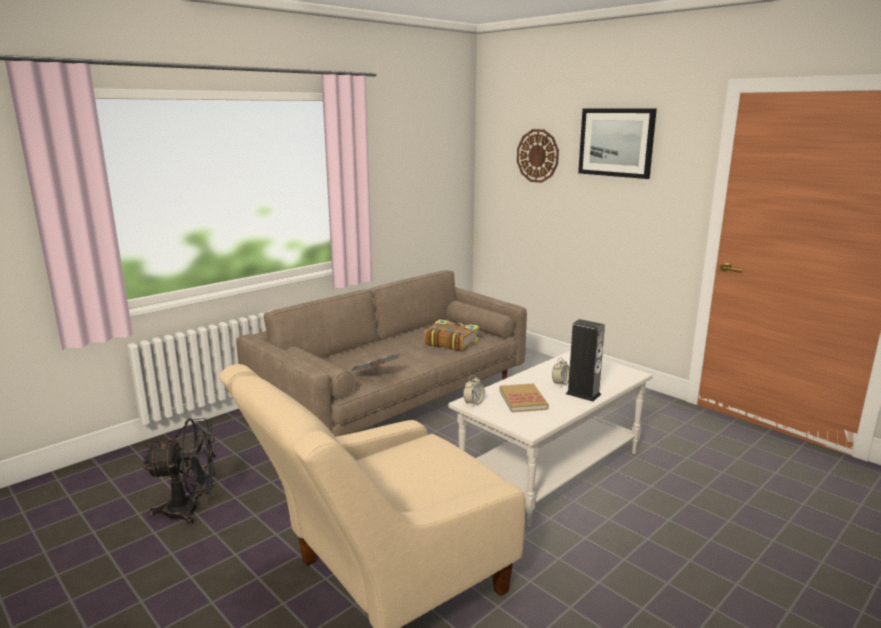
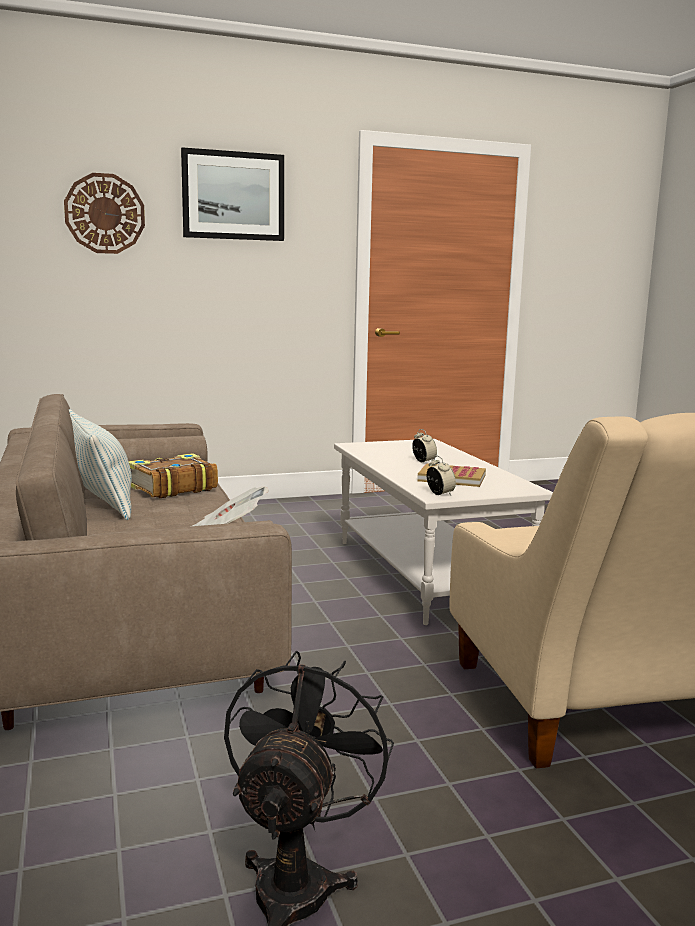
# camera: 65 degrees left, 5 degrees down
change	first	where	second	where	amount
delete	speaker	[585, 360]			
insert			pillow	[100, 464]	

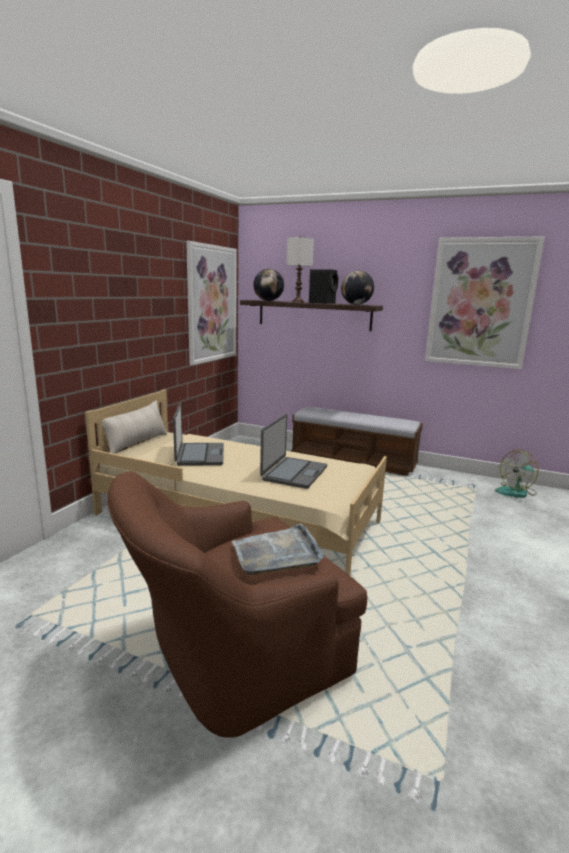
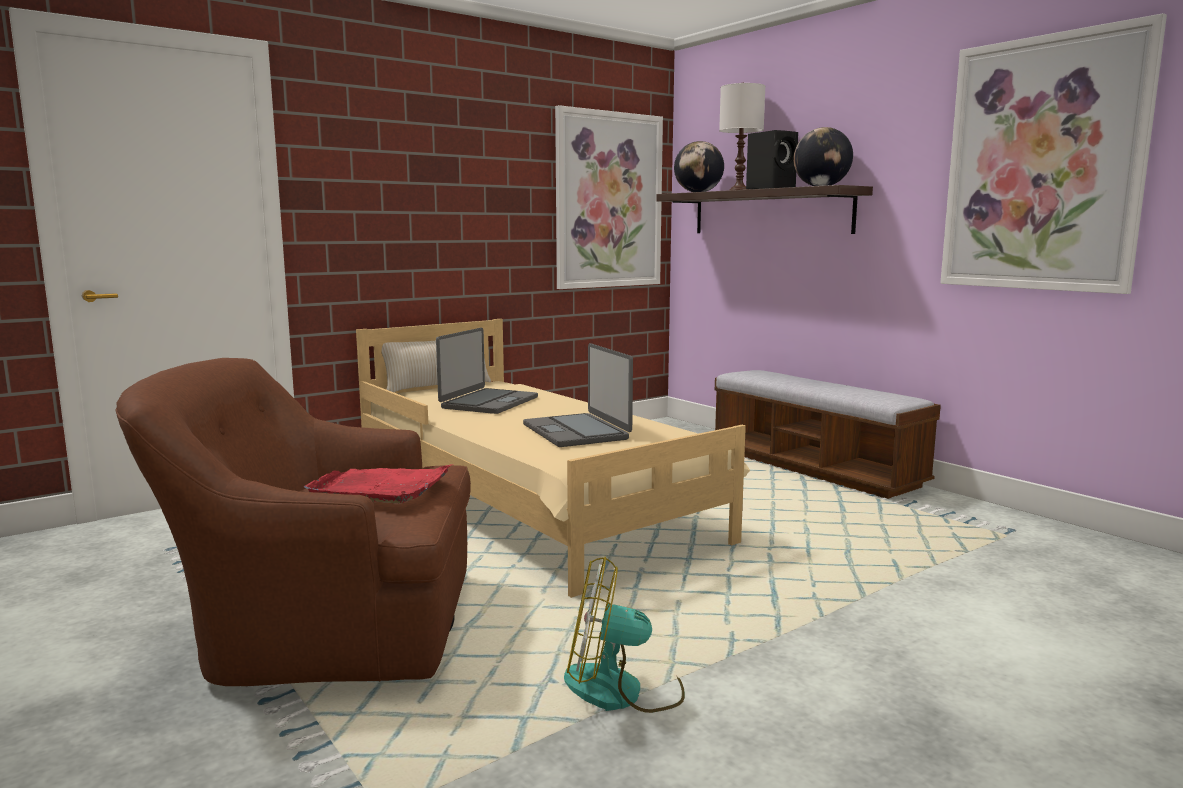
# camera: 30 degrees right, 5 degrees down
change	first	where	second	where	amount
rotate	laptop	[293, 451]		[578, 395]	105 degrees clockwise
move	fan	[517, 473]		[624, 635]	
recolor	tray/grey	[278, 549]	tray/red	[378, 483]	

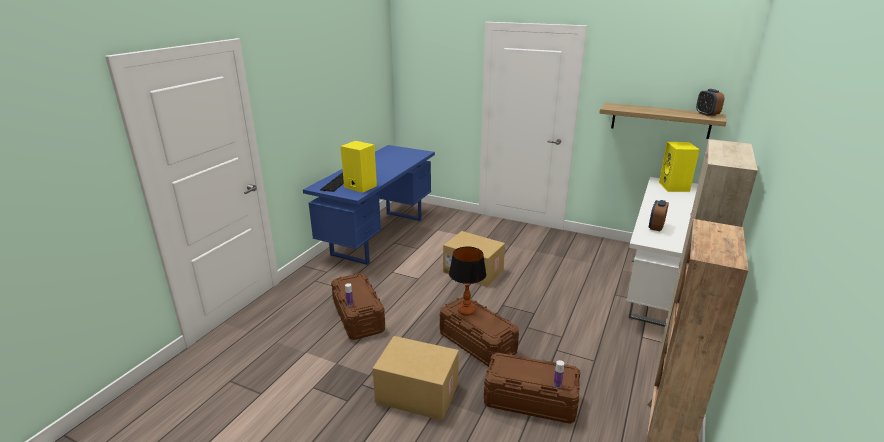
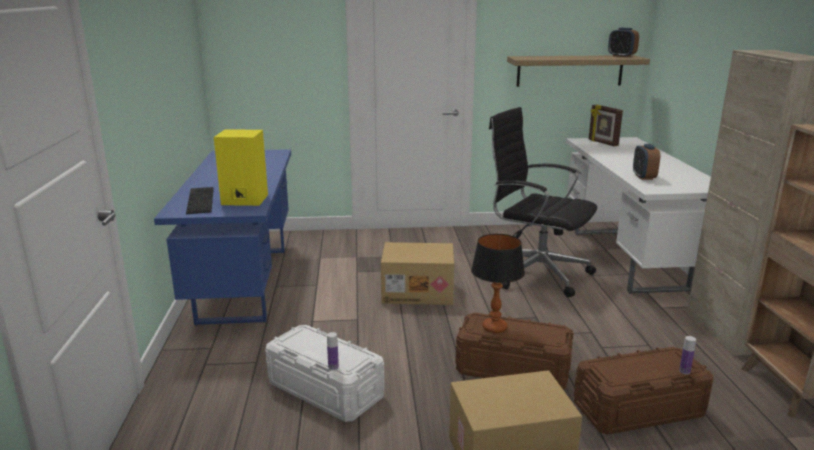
# camera: 30 degrees left, 5 degrees down
change	first	where	second	where	amount
replace	speaker/yellow	[679, 167]	picture frame	[606, 125]	
recolor	storage box/brown	[358, 306]	storage box/white	[325, 373]	
insert			office chair/black	[543, 202]	

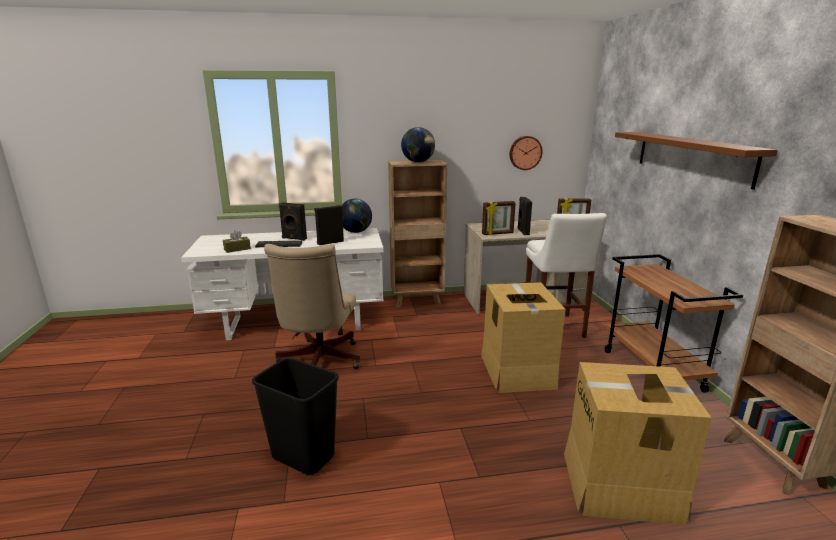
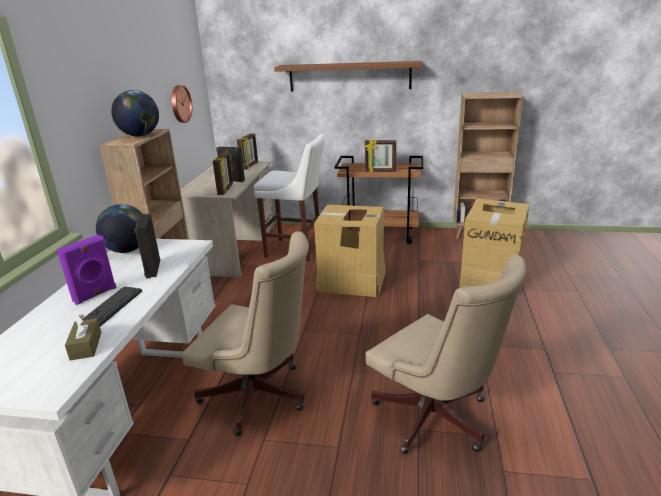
# camera: 70 degrees left, 5 degrees up
change	first	where	second	where	amount
recolor	speaker/black	[293, 221]	speaker/purple	[86, 270]	
replace	trash can/black	[295, 416]	office chair/beige	[446, 354]	
insert			picture frame	[380, 156]	

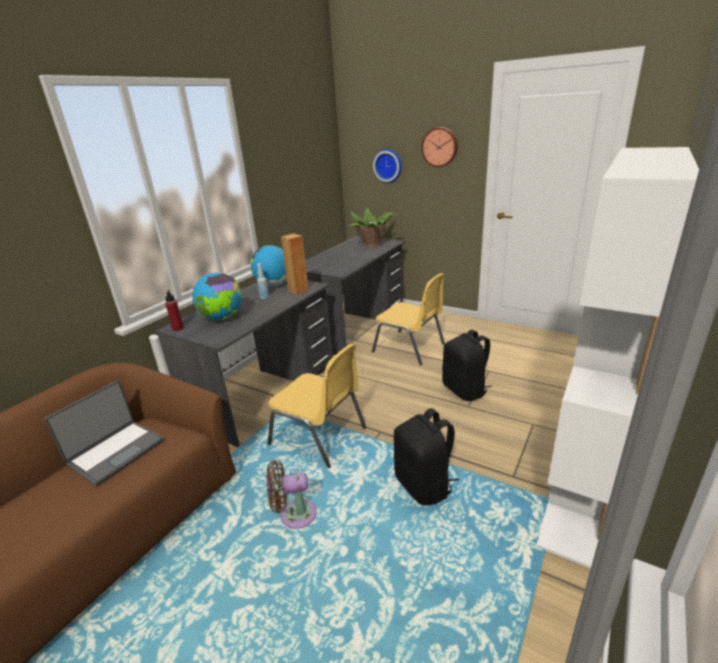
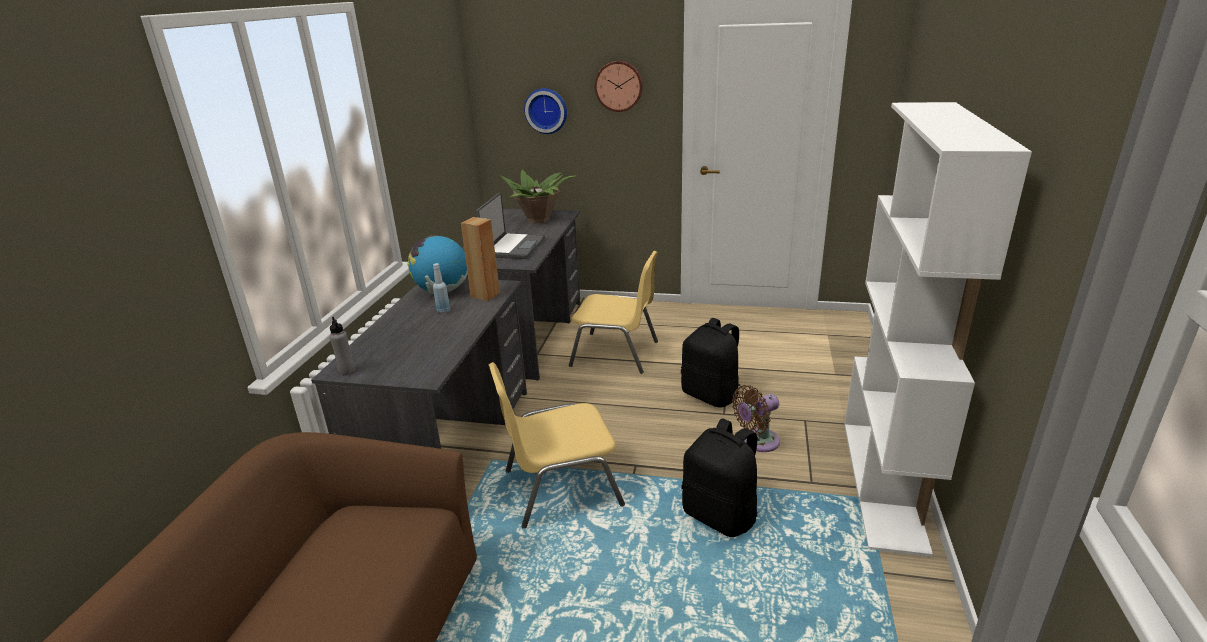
# camera: 20 degrees left, 0 degrees up
change	first	where	second	where	amount
delete	globe	[217, 296]			
recolor	bottle/red	[174, 310]	bottle/grey	[342, 346]	
rotate	chair/yellow	[317, 406]		[556, 445]	150 degrees clockwise
move	laptop	[104, 433]		[510, 226]	
move	fan/brown	[292, 494]		[756, 418]	

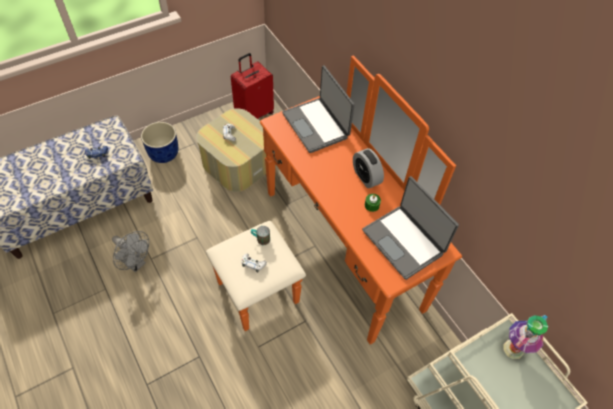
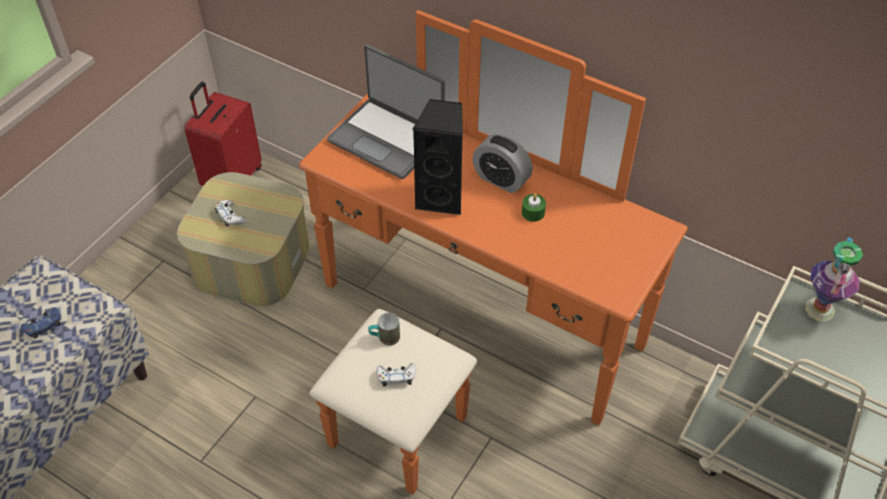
# camera: 25 degrees left, 5 degrees down
change	first	where	second	where	amount
delete	planter/blue	[159, 142]			
delete	laptop	[410, 228]			
delete	fan/grey	[130, 252]			
insert			speaker/black	[437, 157]	

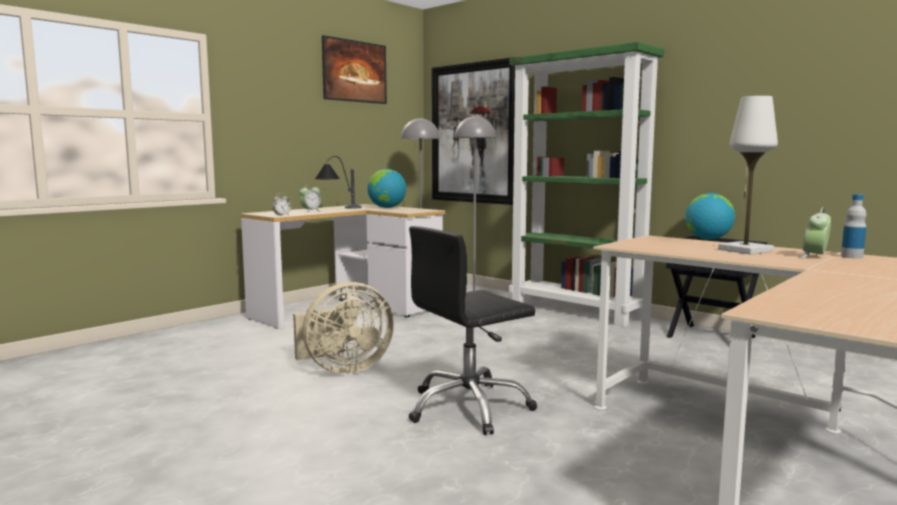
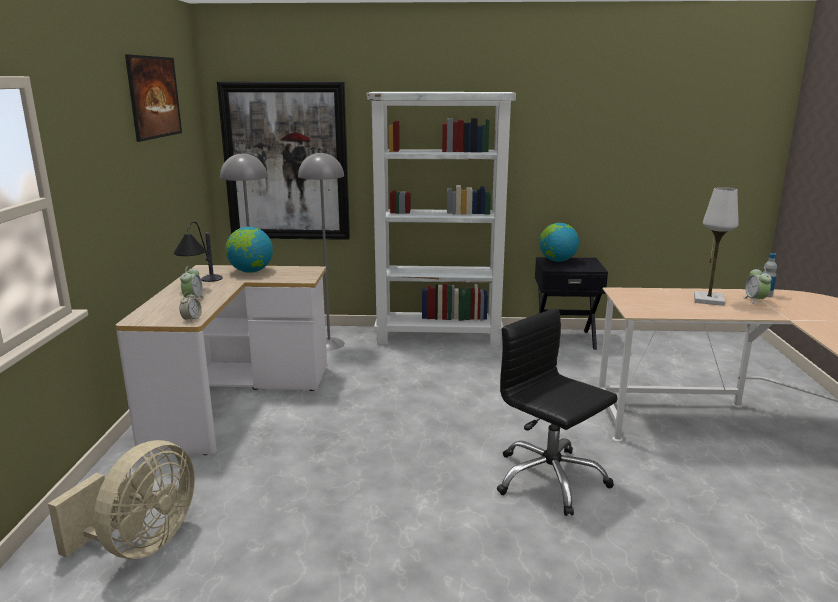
# camera: 40 degrees left, 10 degrees up
change	first	where	second	where	amount
recolor	bookcase/green	[586, 184]	bookcase/white	[441, 219]	
rotate	office chair/black	[473, 330]		[557, 412]	120 degrees clockwise
move	fan/beige	[343, 328]		[121, 499]	

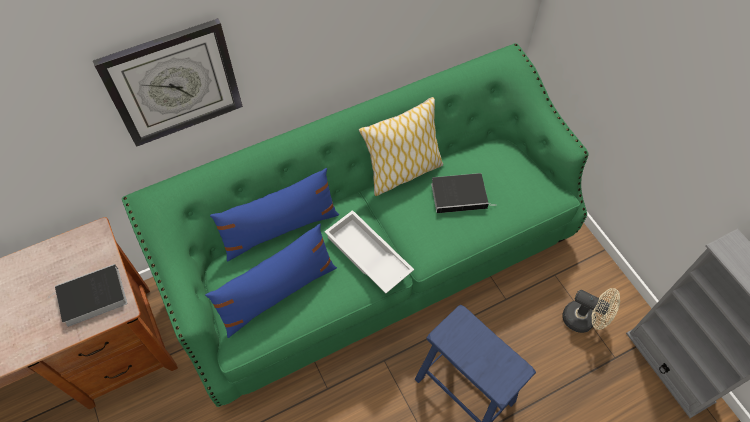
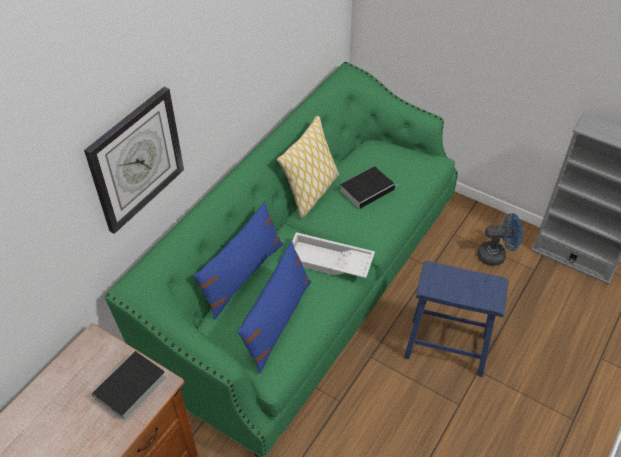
# camera: 30 degrees left, 10 degrees down
change	first	where	second	where	amount
recolor	fan/beige	[591, 310]	fan/blue	[500, 239]	

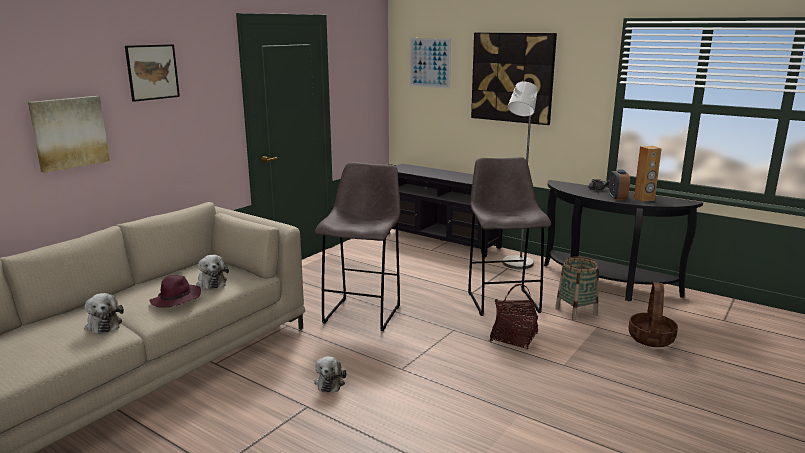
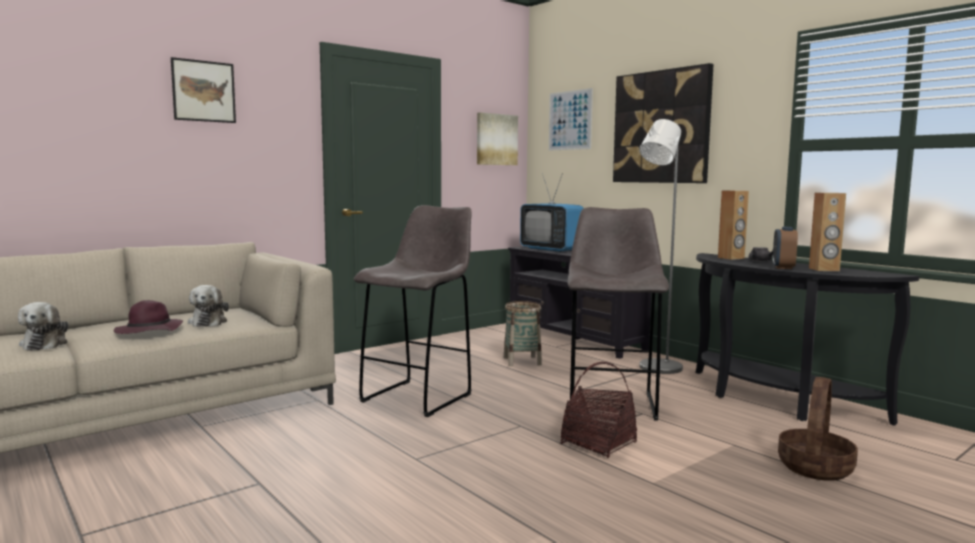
# camera: 15 degrees right, 10 degrees down
change	first	where	second	where	amount
move	picture	[69, 134]		[497, 138]	
move	basket	[577, 288]		[523, 333]	
delete	plush toy	[330, 374]			
insert			television	[552, 212]	
insert			speaker/brown	[733, 225]	

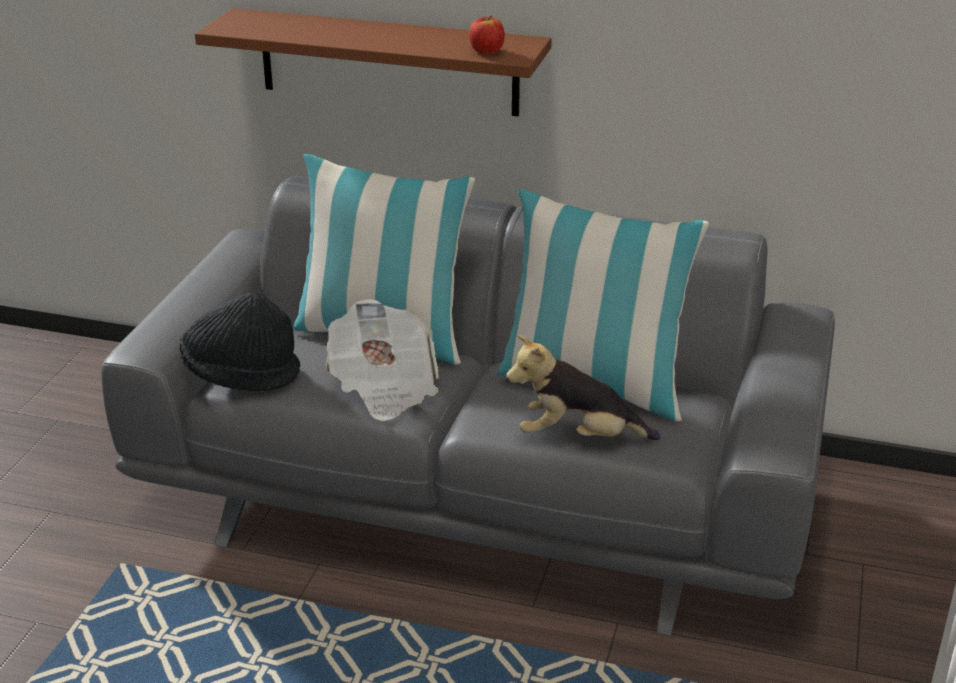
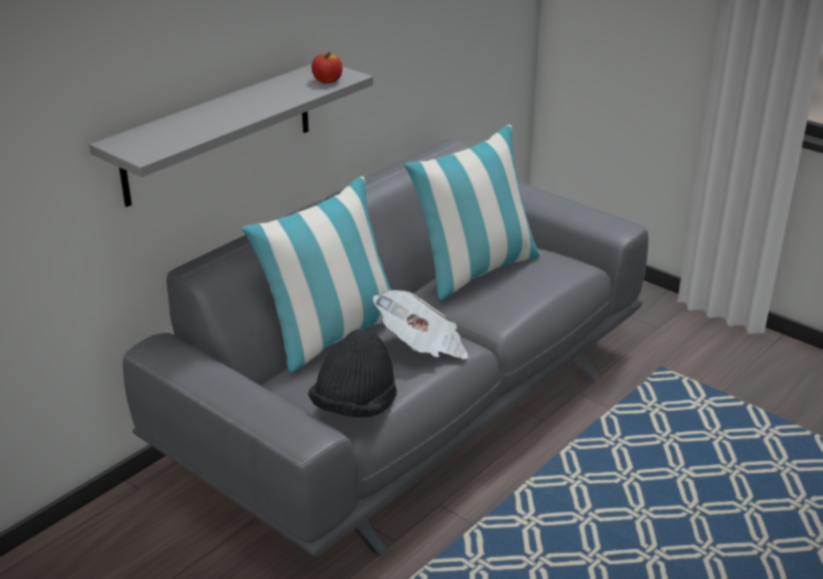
# camera: 65 degrees left, 0 degrees up
change	first	where	second	where	amount
recolor	shelf/brown	[373, 62]	shelf/grey	[231, 135]	
delete	plush toy	[583, 387]			

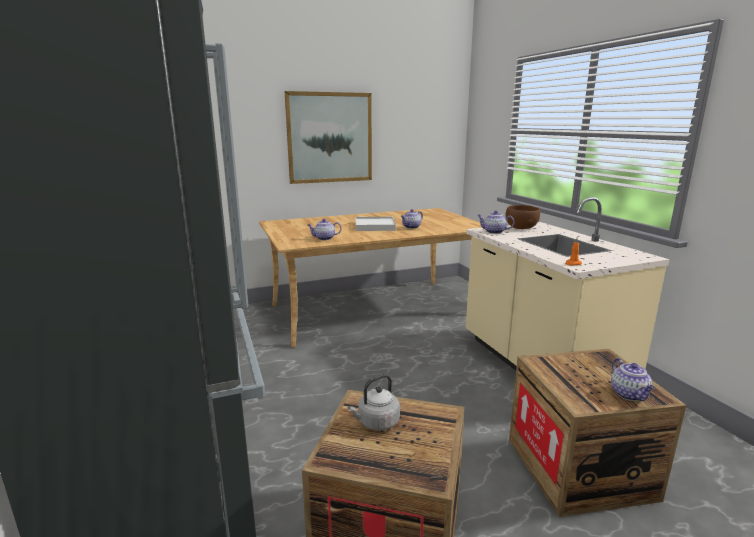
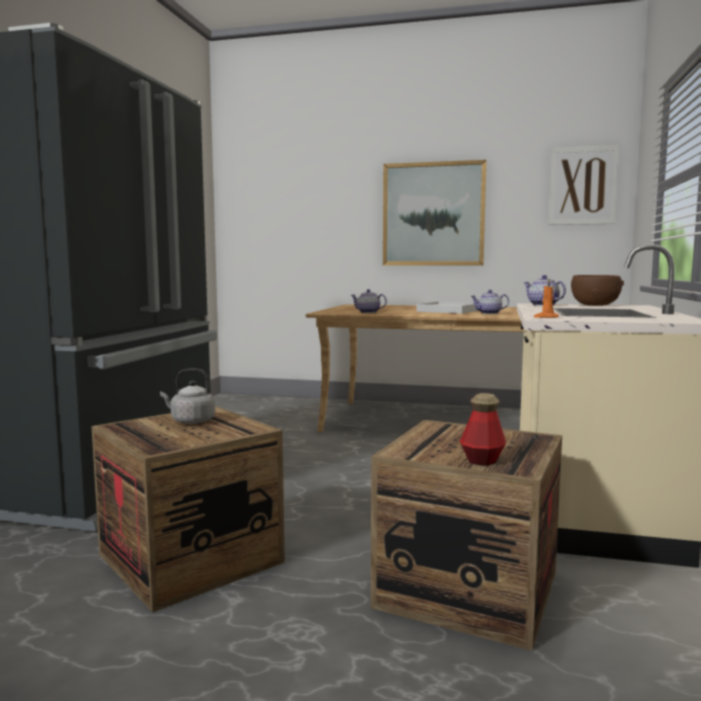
# camera: 35 degrees right, 10 degrees down
change	first	where	second	where	amount
replace	teapot	[633, 379]	bottle	[483, 429]	
insert			picture	[583, 185]	

